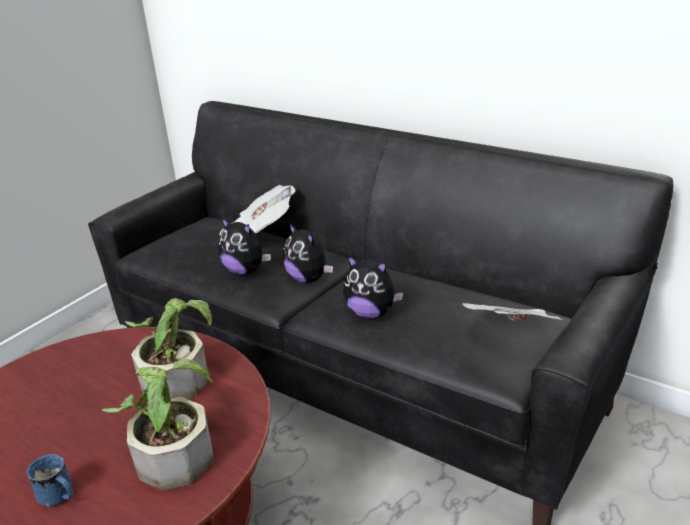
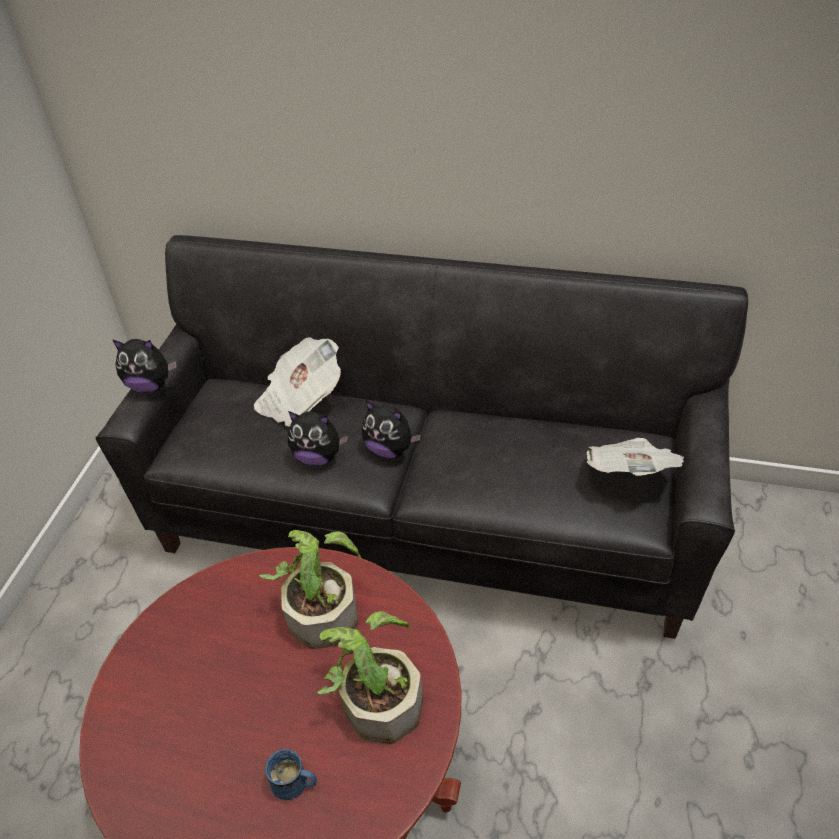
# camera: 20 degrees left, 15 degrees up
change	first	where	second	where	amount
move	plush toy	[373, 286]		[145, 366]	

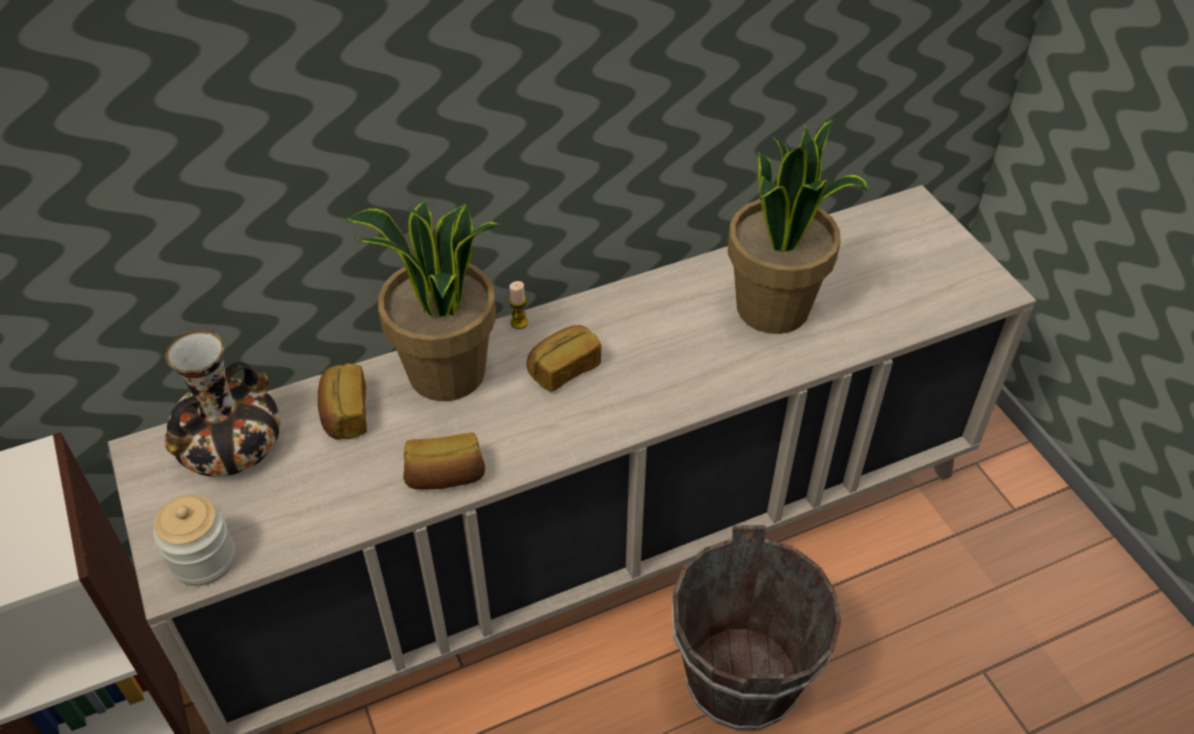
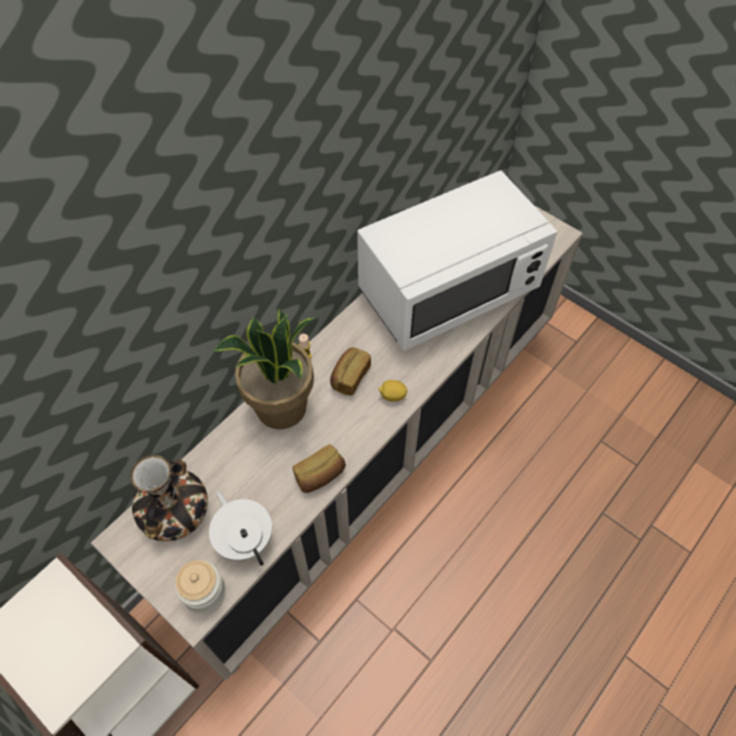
# camera: 25 degrees left, 10 degrees up
change	first	where	second	where	amount
replace	potted plant	[799, 226]	microwave/white	[457, 261]	
delete	bread	[342, 401]			
delete	bucket/brown	[756, 627]			
insert			lemon	[393, 390]	
insert			teapot/white	[240, 528]	

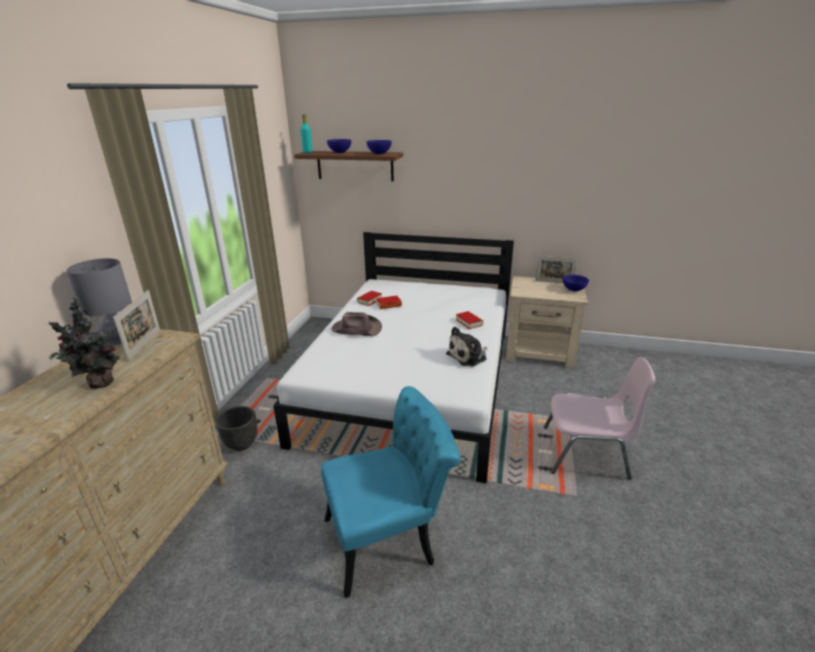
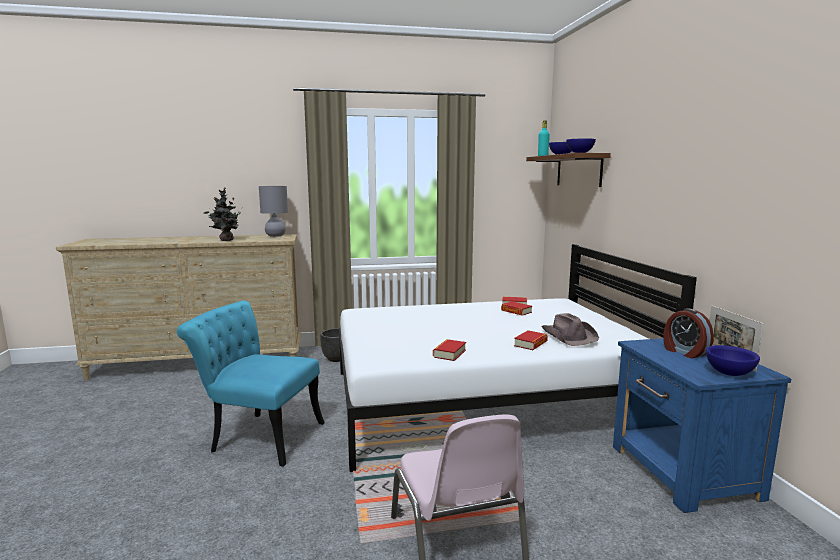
# camera: 65 degrees right, 15 degrees down
change	first	where	second	where	amount
recolor	nightstand/beige	[547, 322]	nightstand/blue	[702, 425]	
delete	picture frame	[136, 325]			
move	hat/brown	[356, 324]		[570, 329]	
replace	plush toy	[467, 346]	book	[449, 350]	
rotate	chair/turquoise	[391, 492]		[251, 384]	150 degrees clockwise
insert			alarm clock	[688, 333]	

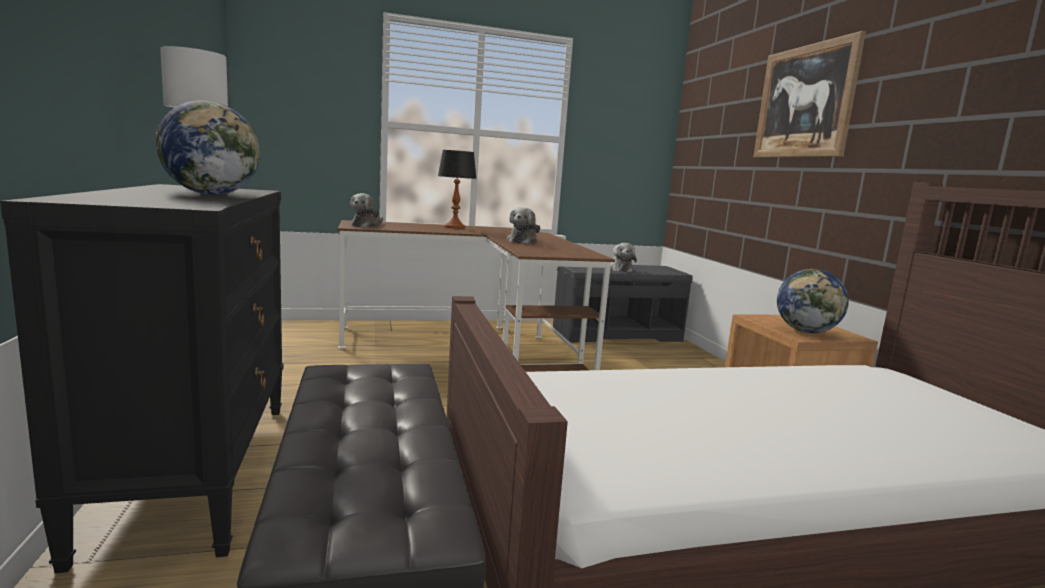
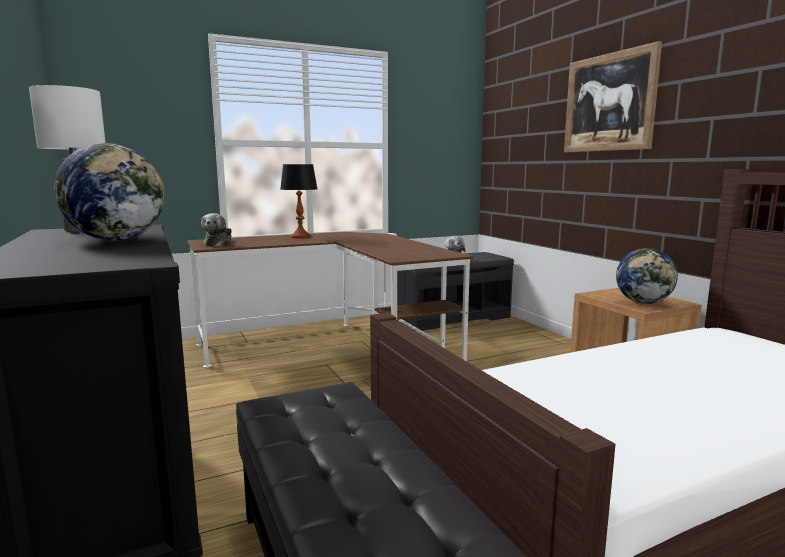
# camera: 10 degrees left, 0 degrees up
change	first	where	second	where	amount
delete	plush toy	[523, 225]			

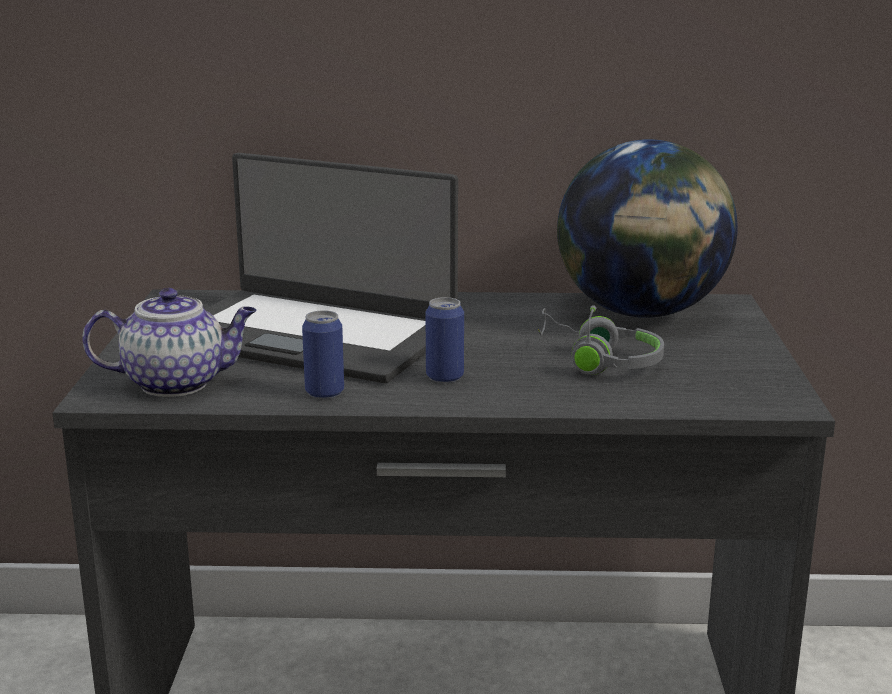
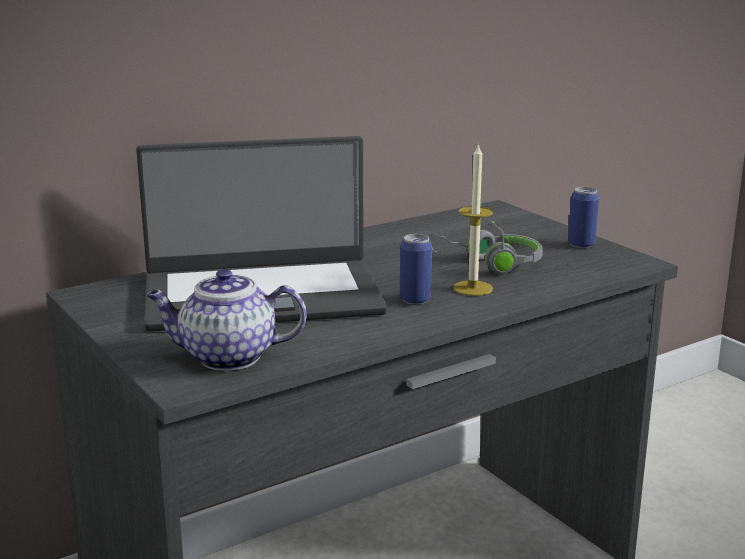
# camera: 35 degrees left, 0 degrees up
change	first	where	second	where	amount
delete	globe	[647, 228]			
rotate	teapot	[169, 342]		[226, 320]	135 degrees counterclockwise
move	can	[323, 354]		[583, 217]	
insert			candle	[473, 219]	

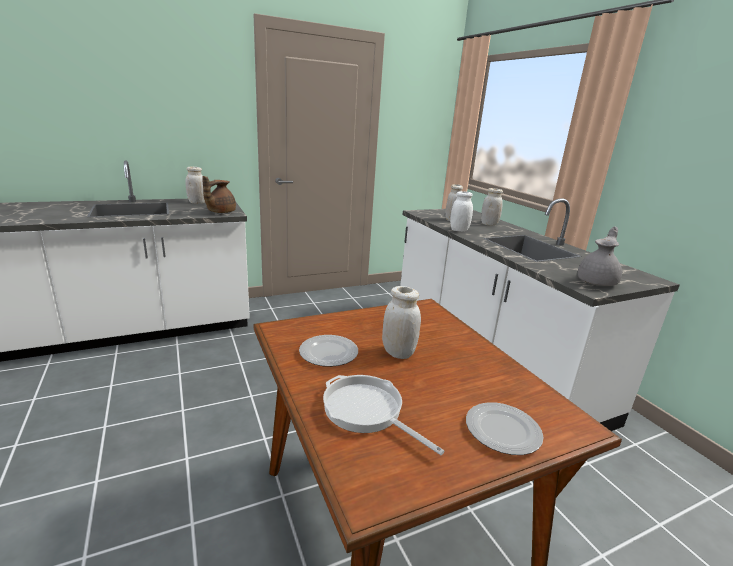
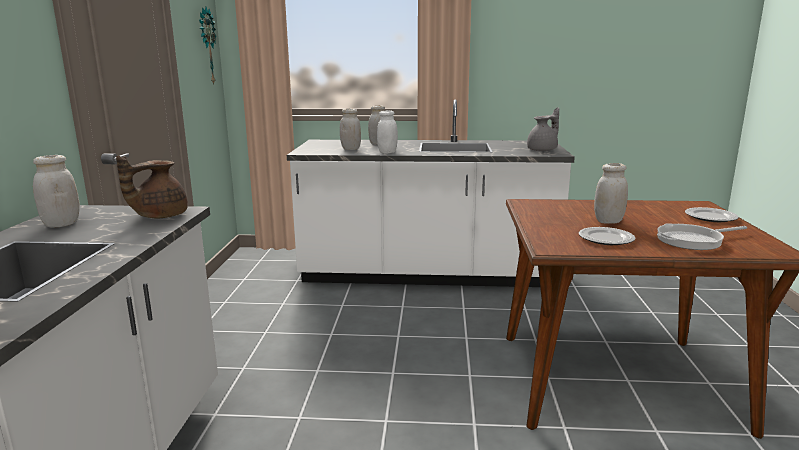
# camera: 60 degrees left, 5 degrees down
change	first	where	second	where	amount
rotate	teapot/brown	[219, 194]		[152, 187]	75 degrees clockwise
rotate	teapot/grey	[600, 256]		[543, 129]	75 degrees clockwise
insert			wall clock	[207, 45]	

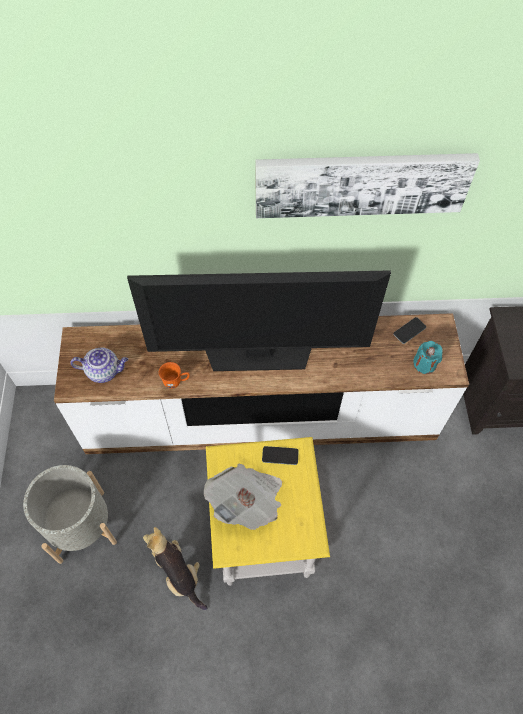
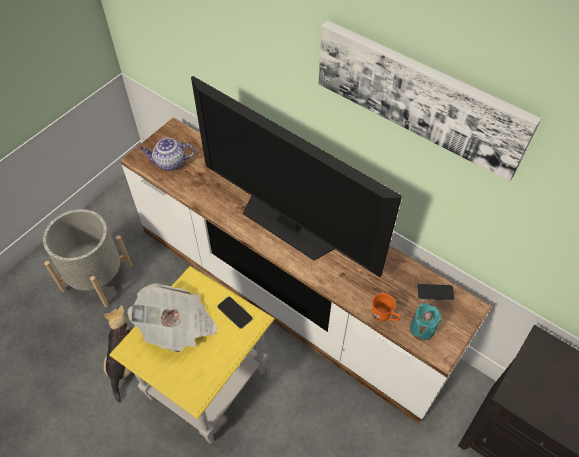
# camera: 40 degrees right, 5 degrees down
change	first	where	second	where	amount
rotate	teapot	[99, 365]		[167, 154]	135 degrees clockwise
move	mug/orange	[174, 375]		[386, 307]	

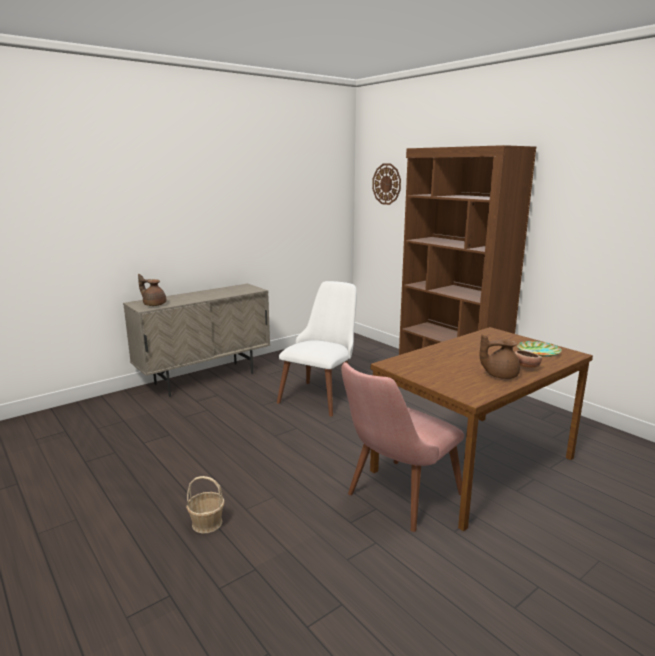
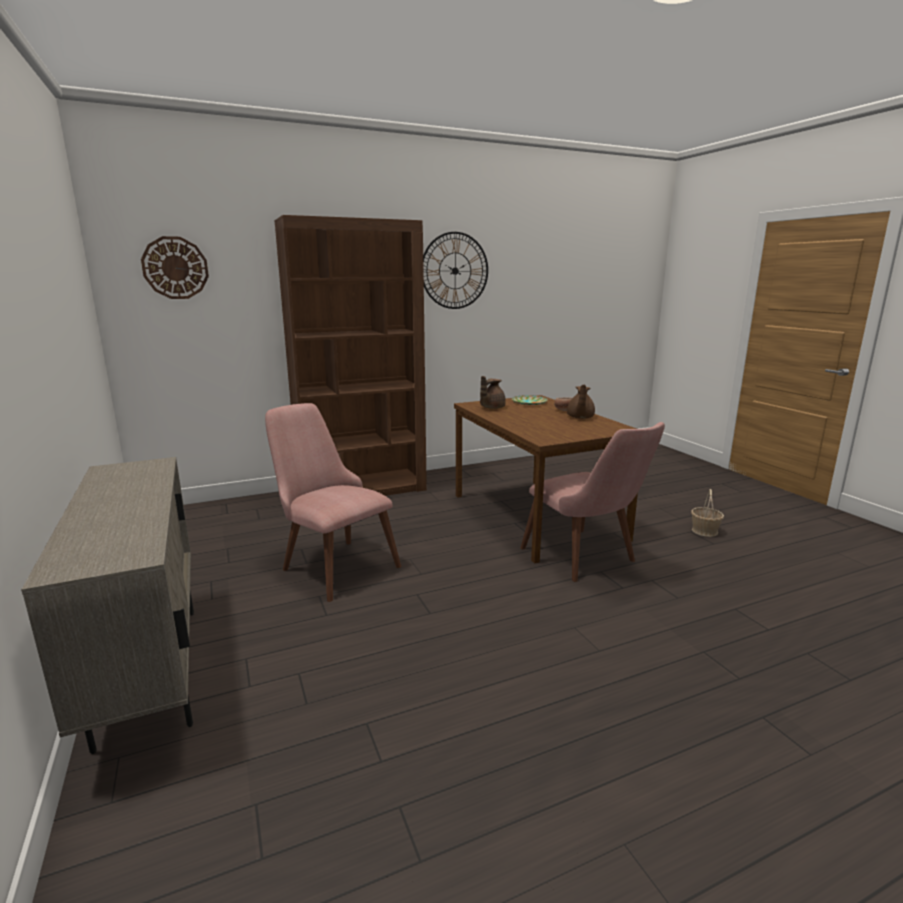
# camera: 75 degrees left, 0 degrees up
change	first	where	second	where	amount
move	teapot/brown	[152, 290]		[493, 392]	
recolor	chair/white	[317, 348]	chair/pink	[333, 502]	
move	basket	[205, 504]		[707, 513]	
insert			wall clock	[455, 270]	

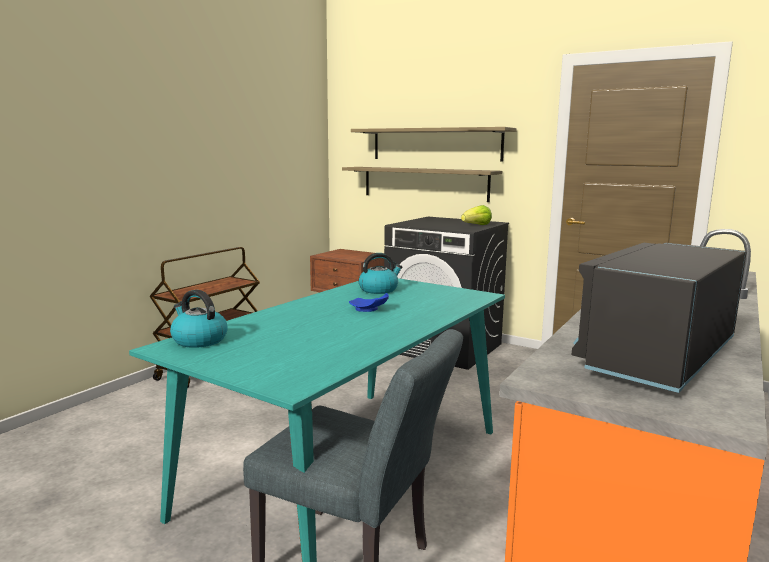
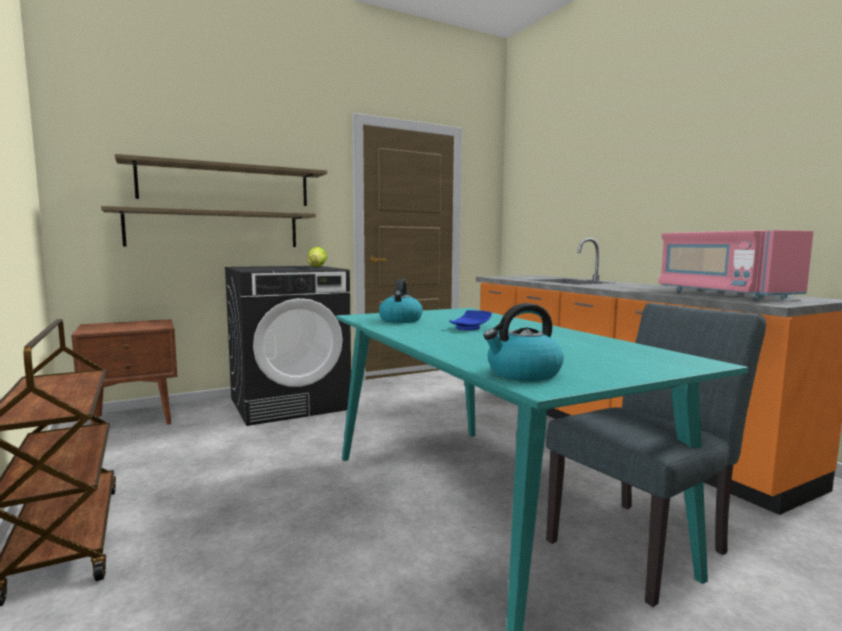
# camera: 60 degrees left, 5 degrees down
change	first	where	second	where	amount
recolor	microwave/black	[659, 318]	microwave/pink	[735, 264]	

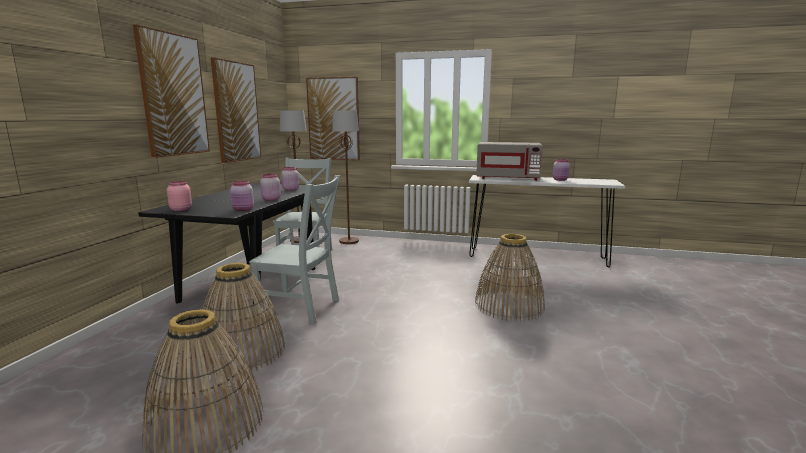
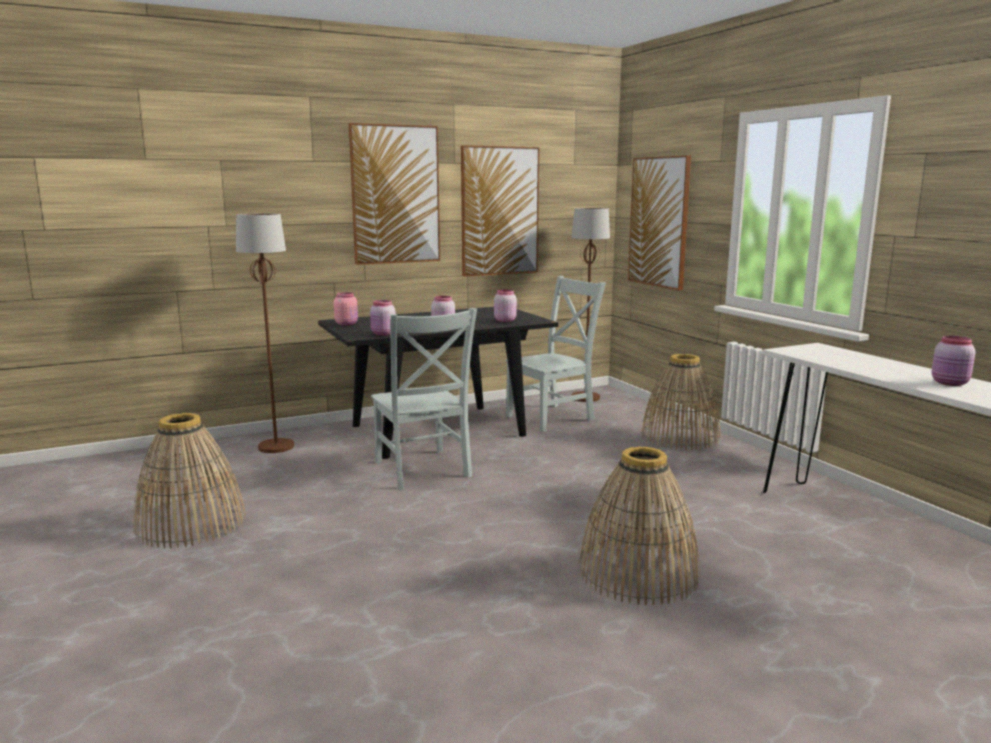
# camera: 50 degrees right, 0 degrees up
change	first	where	second	where	amount
move	floor lamp/brown	[345, 177]		[265, 333]	
delete	microwave/grey	[509, 161]			
move	basket	[240, 319]		[680, 402]	

